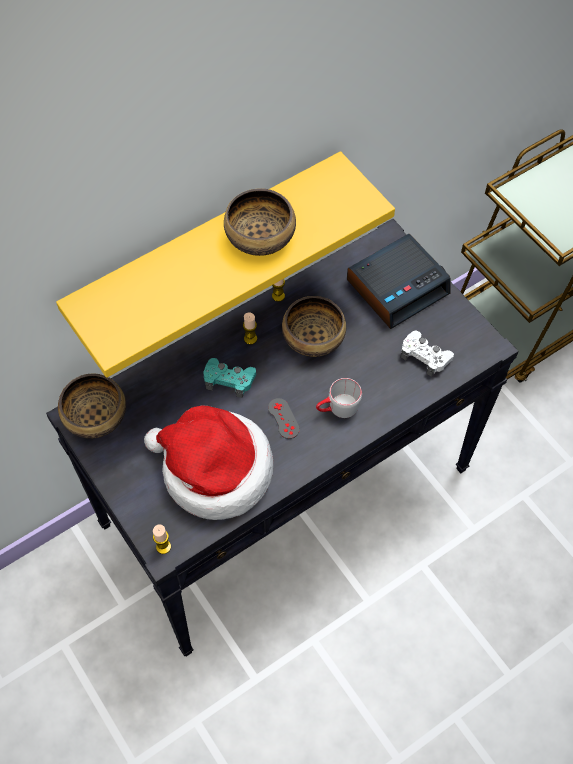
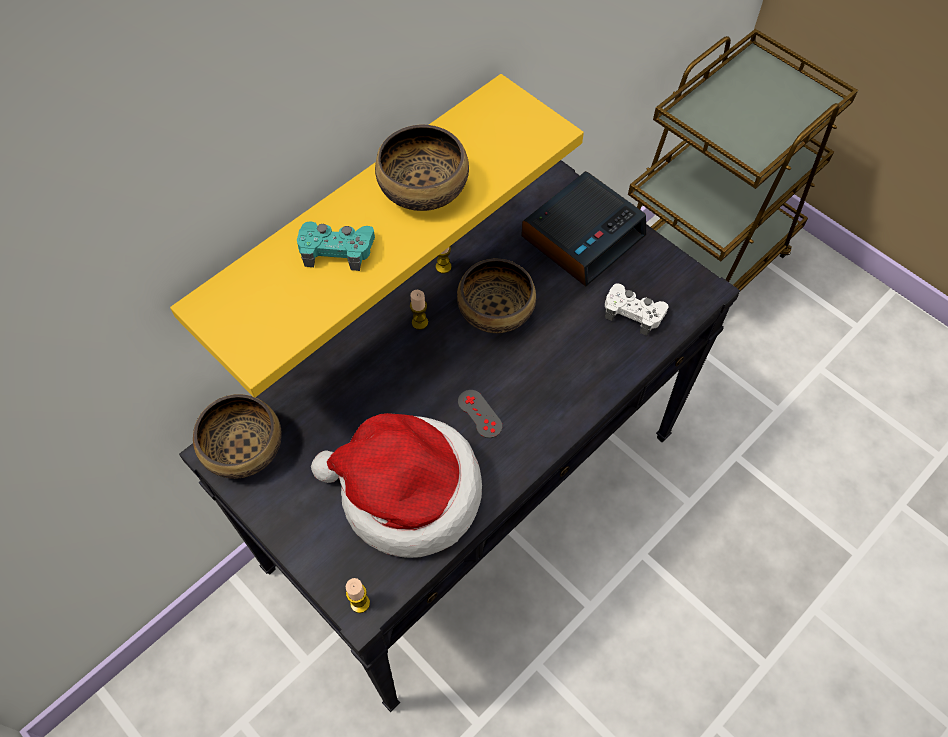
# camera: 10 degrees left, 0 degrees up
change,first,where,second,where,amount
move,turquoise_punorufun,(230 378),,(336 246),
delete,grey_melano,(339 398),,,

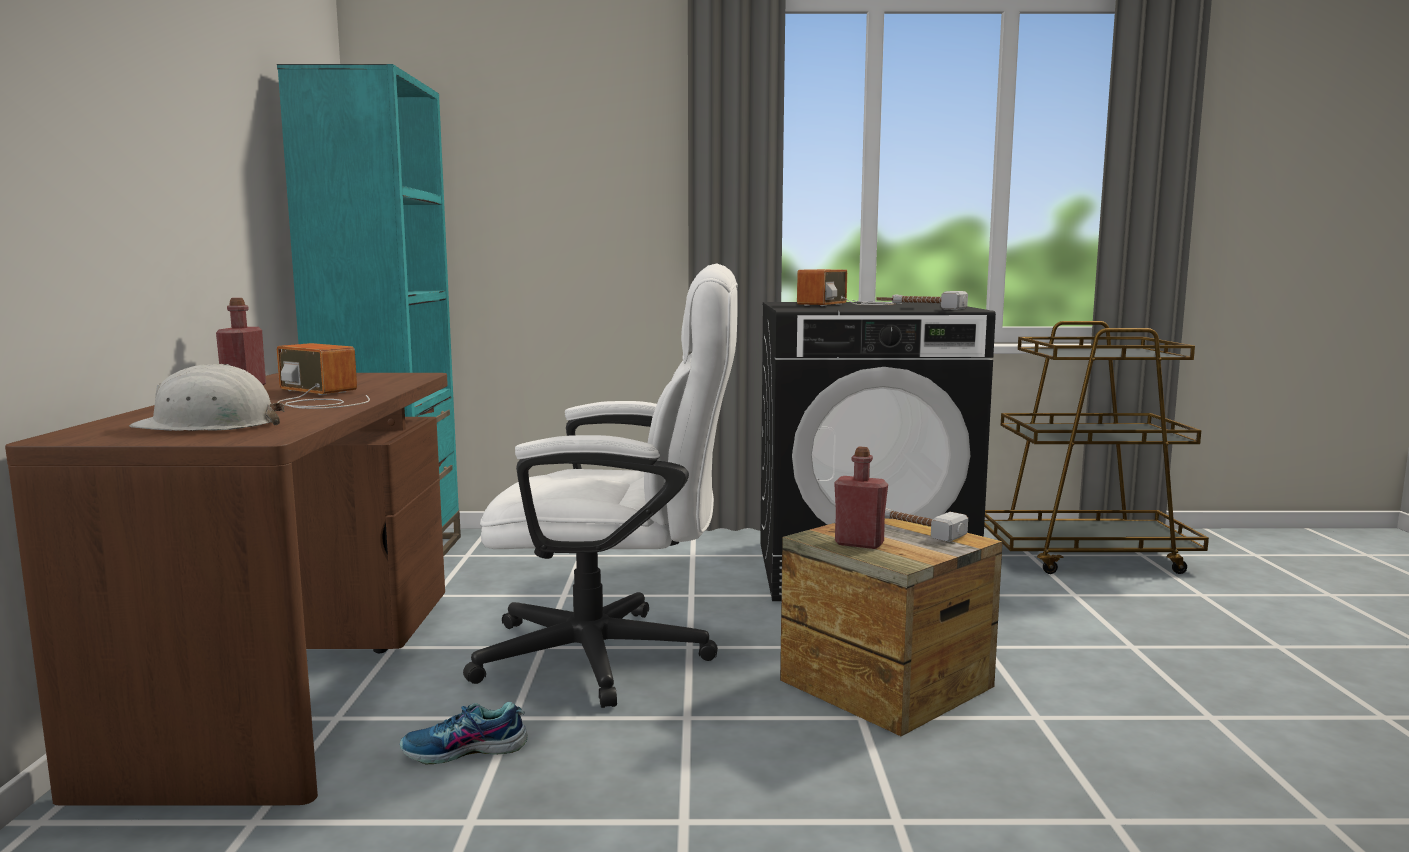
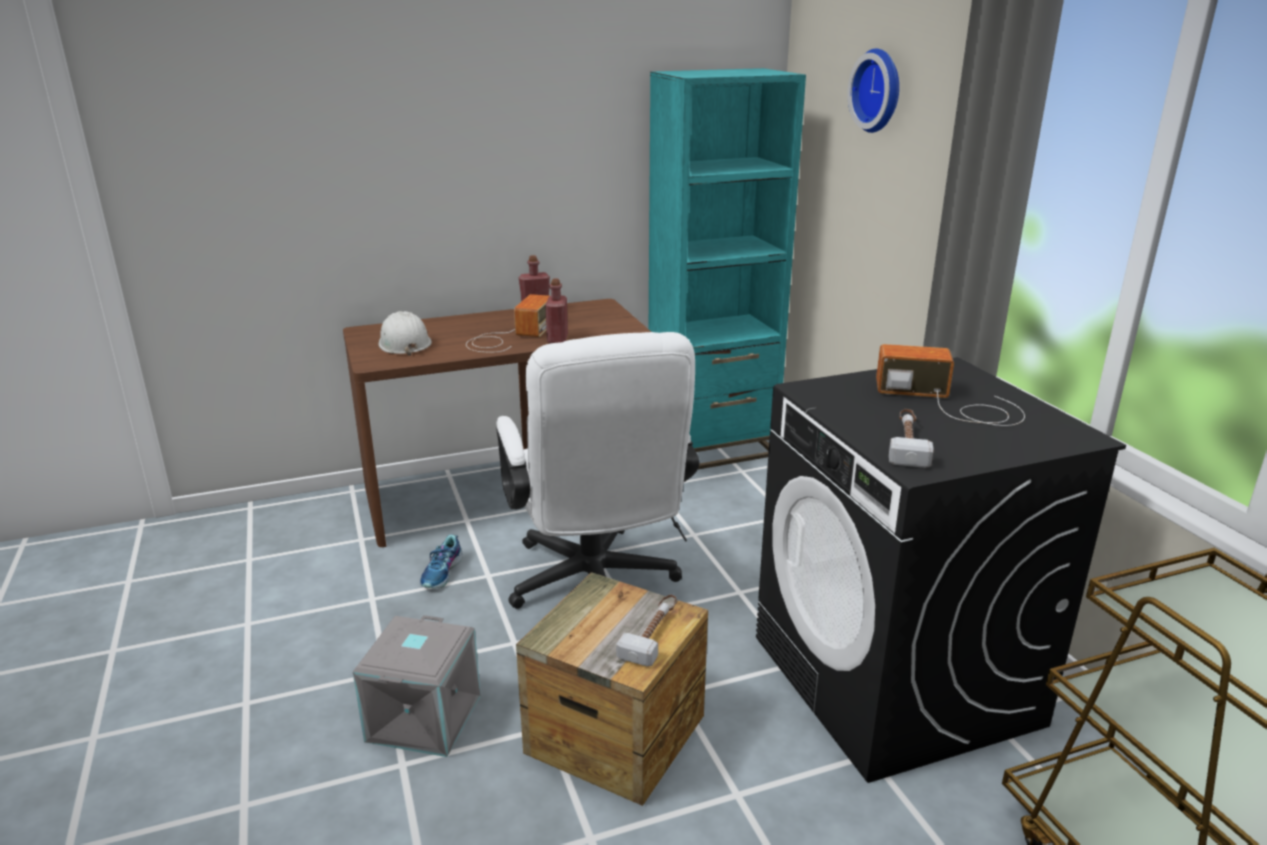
# camera: 70 degrees right, 15 degrees up
change,first,where,second,where,amount
move,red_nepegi,(861 498),,(556 311),
rotate,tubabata,(464 733),,(441 561),135 degrees counterclockwise
insert,,,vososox,(873 90),
insert,,,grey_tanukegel,(417 686),

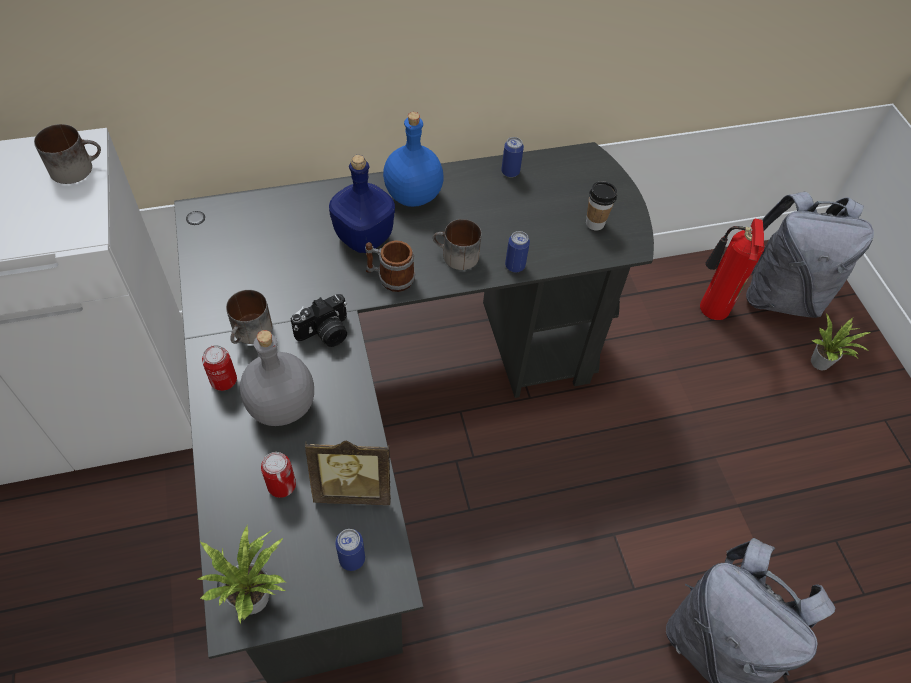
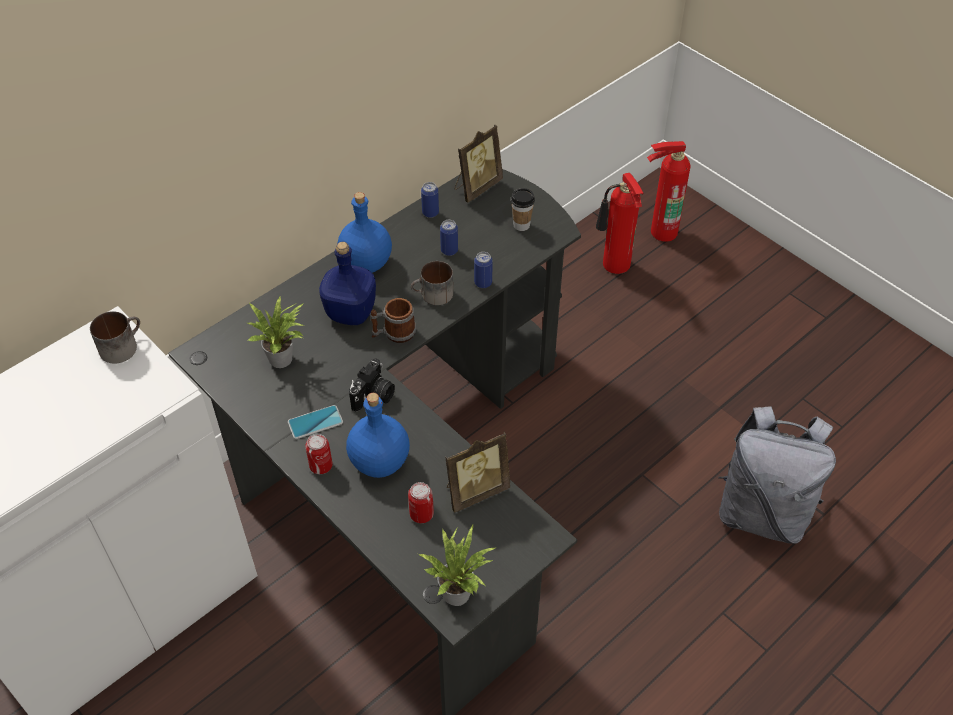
# camera: 25 degrees left, 5 degrees down
change,first,where,second,where,amount
replace,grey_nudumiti,(810 255),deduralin,(668 191),
replace,melano,(249 317),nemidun,(315 422),
move,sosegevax,(841 341),,(275 332),
recolor,grey_nepegi,(277 378),blue_nepegi,(378 435),
move,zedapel,(350 550),,(449 238),
insert,,,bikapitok,(479 163),

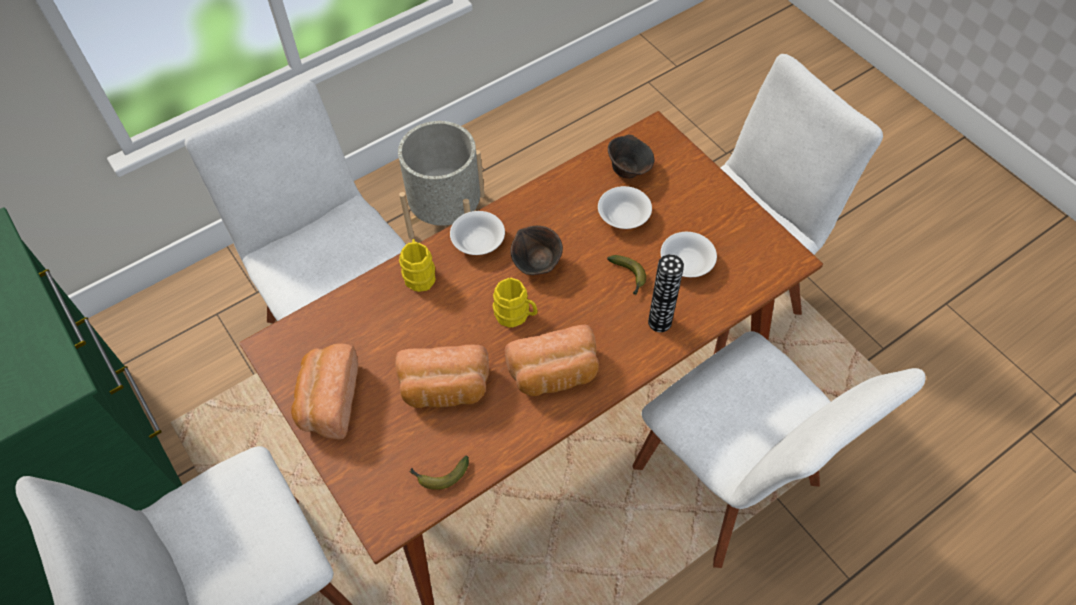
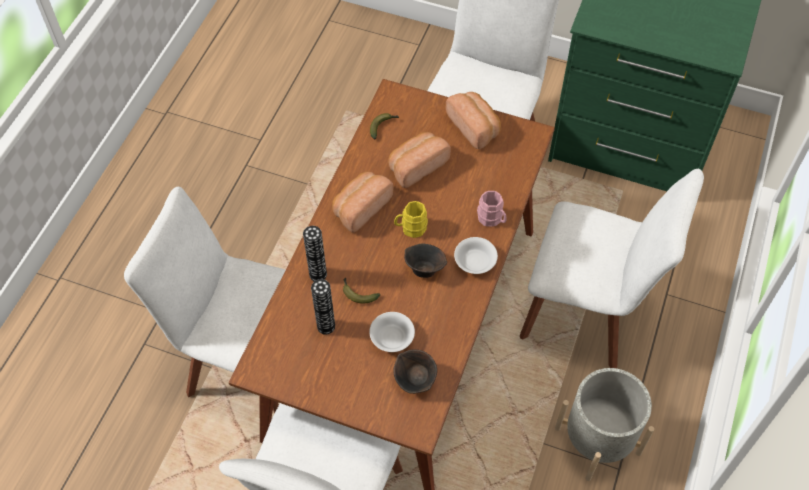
# camera: 145 degrees right, 0 degrees up
change,first,where,second,where,amount
replace,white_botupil,(689 254),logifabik,(323 307),
recolor,yellow_melano,(417 265),pink_melano,(491 209),

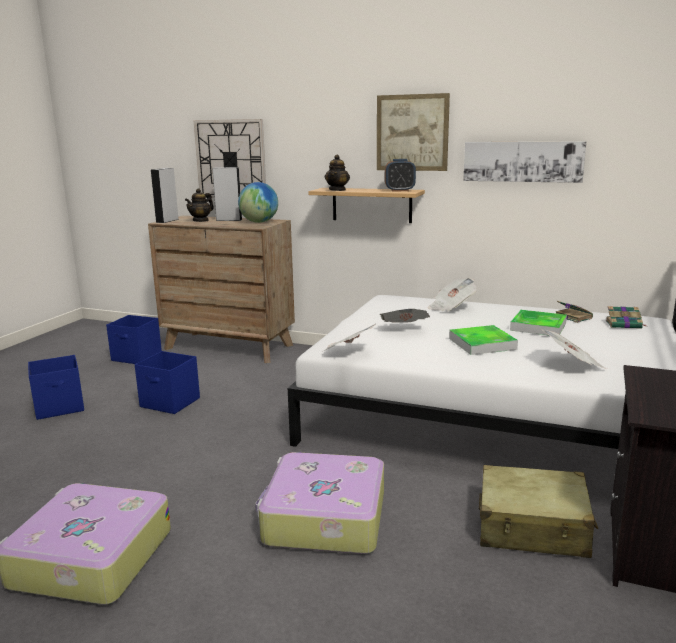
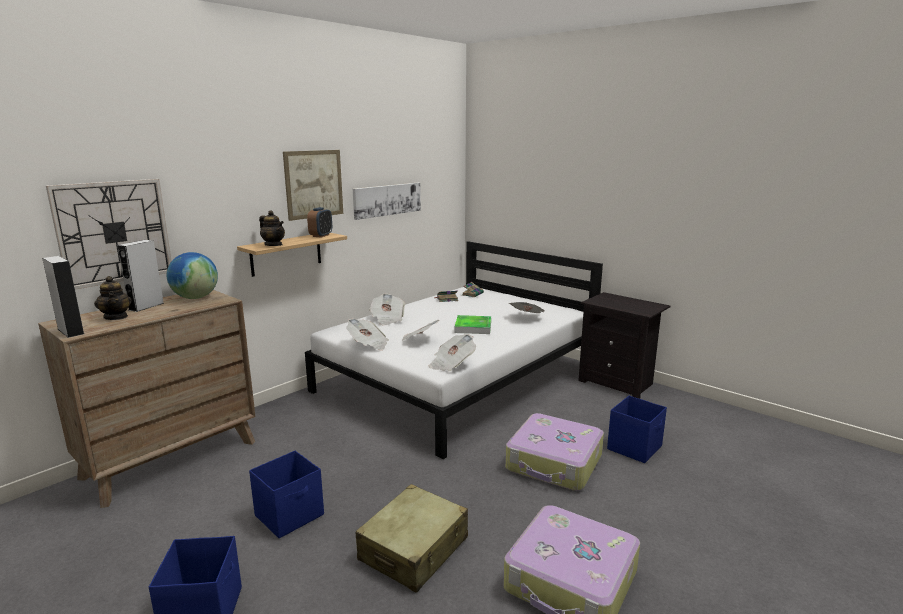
# camera: 70 degrees left, 0 degrees up
change,first,where,second,where,amount
delete,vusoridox,(538 323),,,
move,blue_tanukegel,(134 339),,(637 429),
move,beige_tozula,(538 511),,(412 538),
insert,,,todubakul,(367 334),

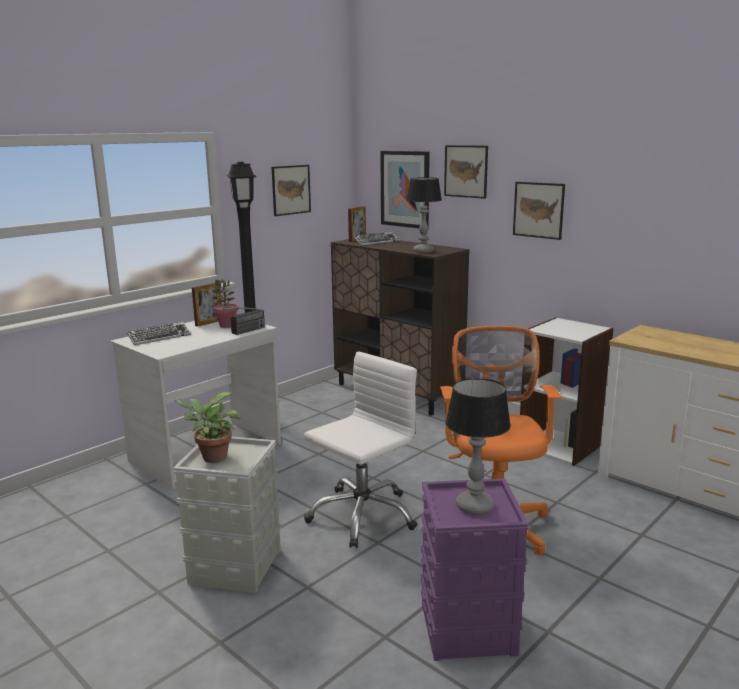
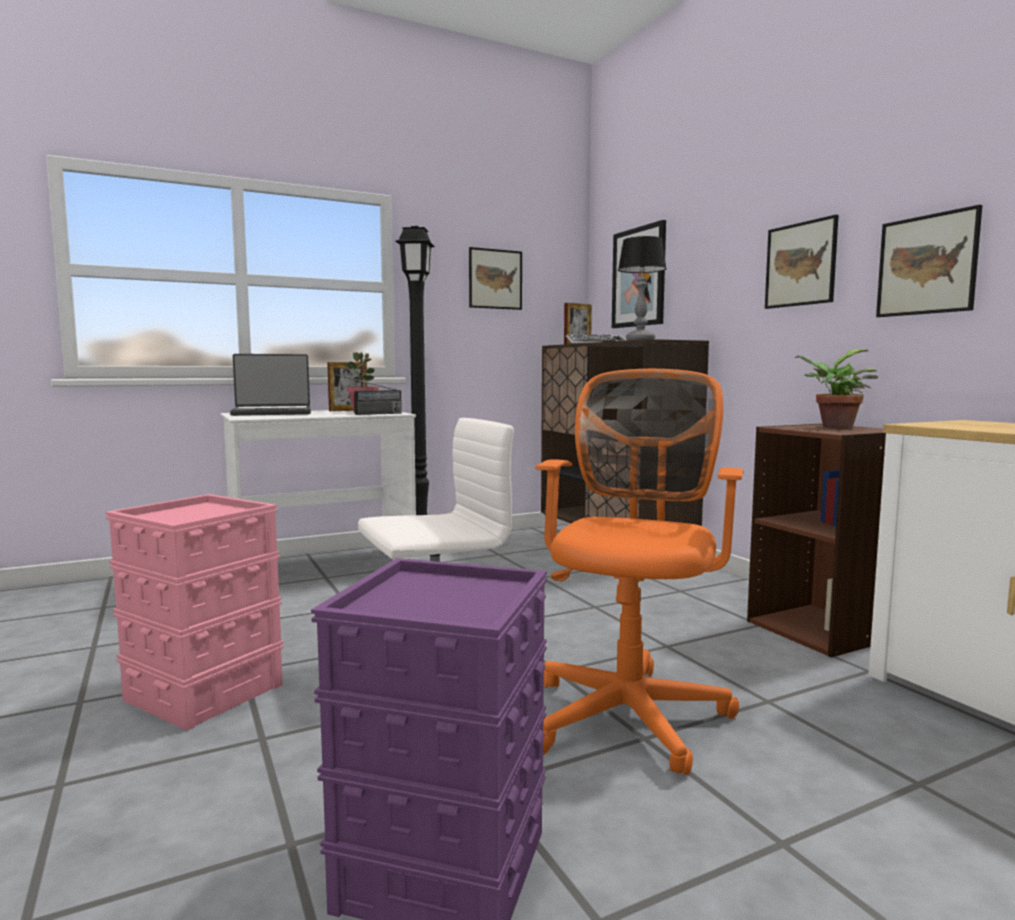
# camera: 20 degrees right, 10 degrees down
change,first,where,second,where,amount
move,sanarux,(466 172),,(929 261),
recolor,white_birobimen,(567 391),brown_birobimen,(816 540),
replace,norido,(159 333),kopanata,(270 385),
delete,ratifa,(478 446),,,
move,sosegevax,(207 427),,(836 388),
recolor,grey_tanukegel,(227 515),pink_tanukegel,(194 612),

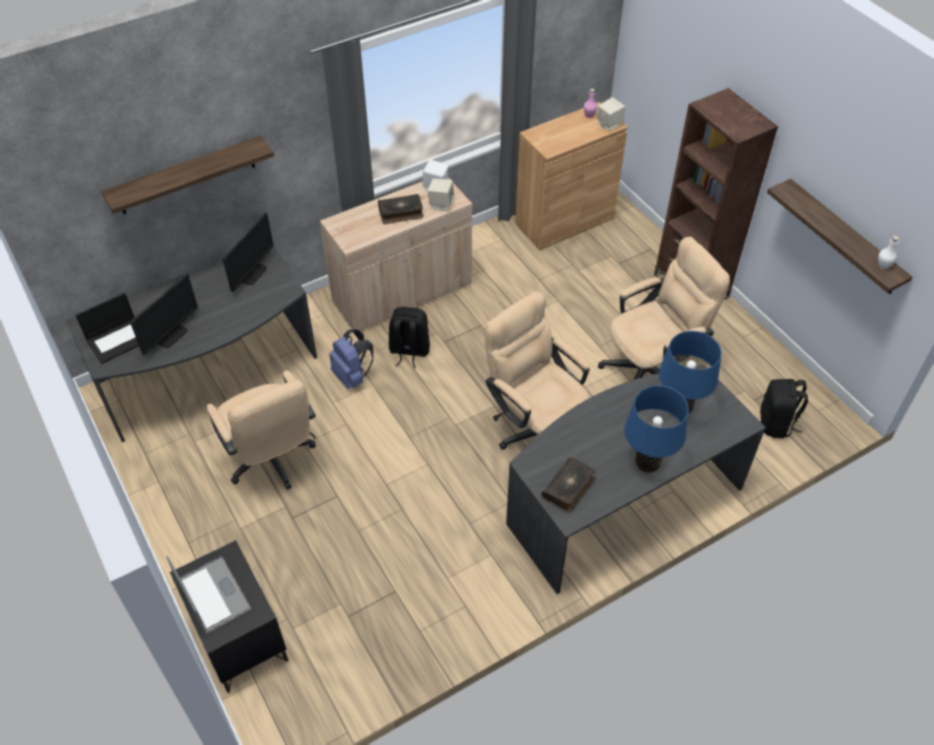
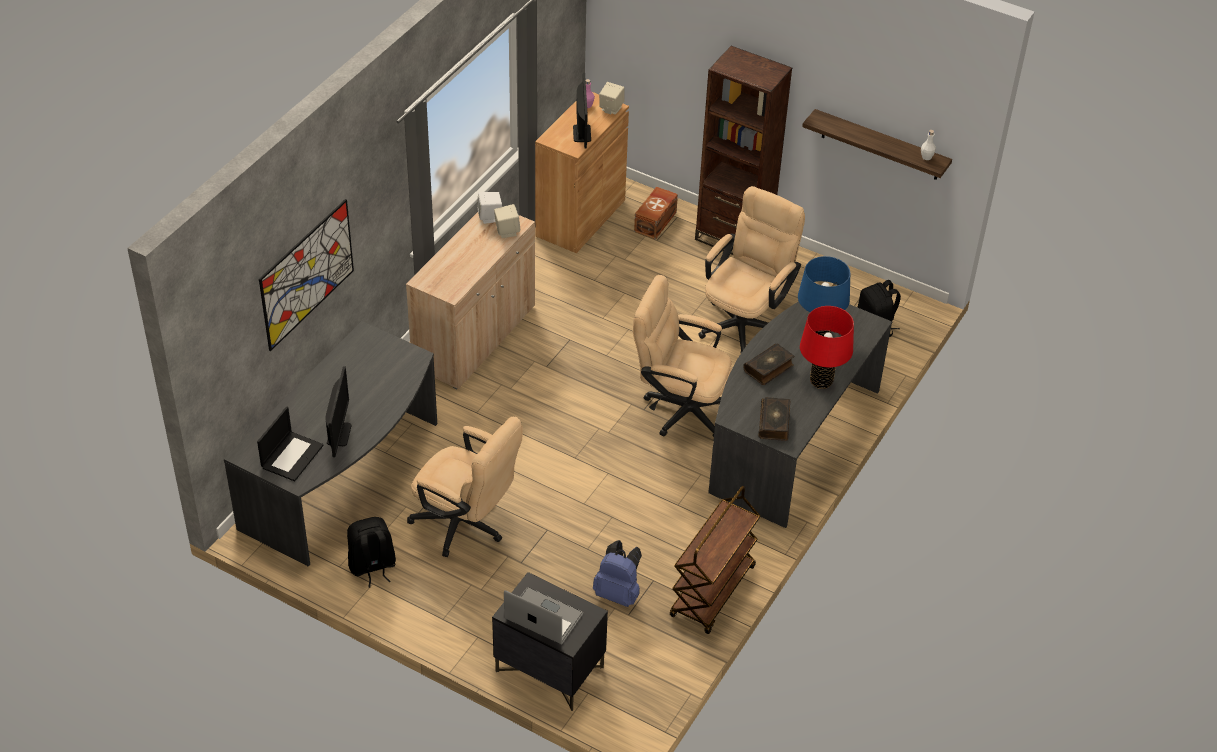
# camera: 30 degrees left, 5 degrees down
change,first,where,second,where,amount
replace,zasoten,(187 175),sanarux,(306 275),
move,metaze,(400 209),,(768 364),
move,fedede,(248 252),,(582 110),
move,black_nudumiti,(409 337),,(371 552),
move,blue_nudumiti,(351 359),,(617 573),
recolor,blue_ratifa,(656 429),red_ratifa,(827 347),
insert,,,brown_tanukegel,(656 213),
insert,,,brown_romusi,(715 560),

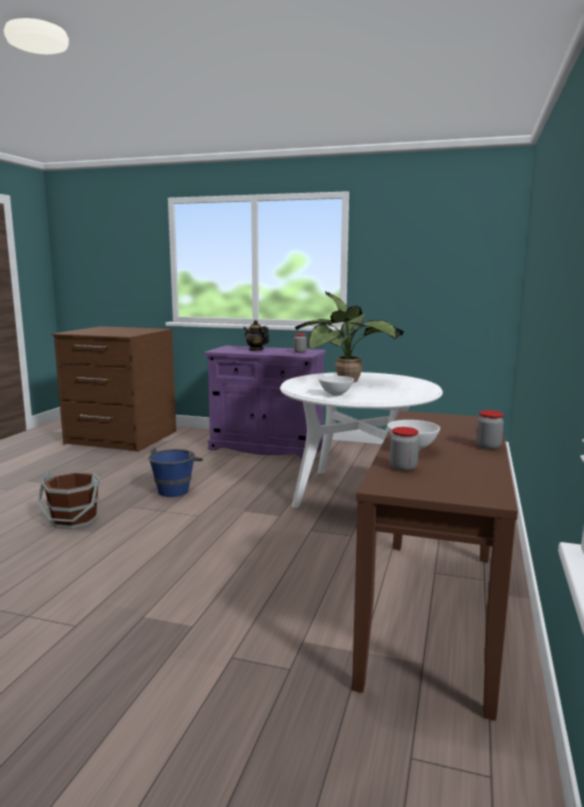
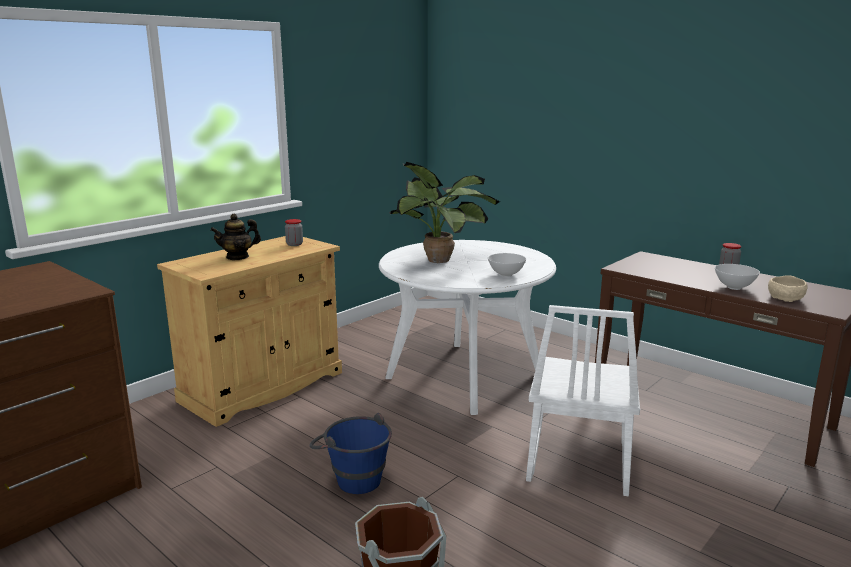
# camera: 65 degrees left, 5 degrees up
change,first,where,second,where,amount
recolor,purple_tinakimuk,(265 401),beige_tinakimuk,(249 331),
replace,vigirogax,(404 449),beige_botupil,(787 288),
insert,,,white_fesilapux,(583 400),

